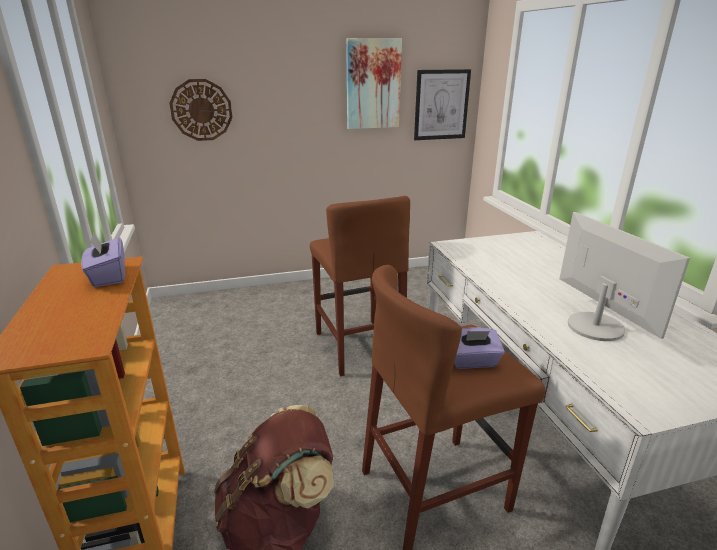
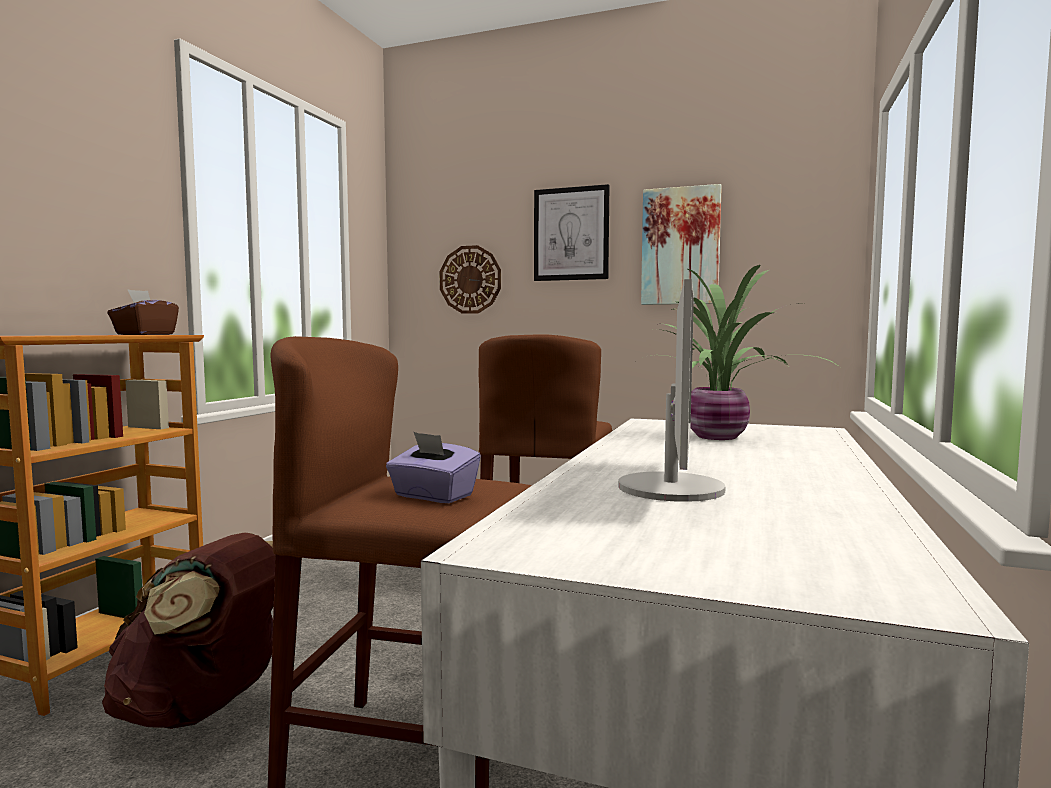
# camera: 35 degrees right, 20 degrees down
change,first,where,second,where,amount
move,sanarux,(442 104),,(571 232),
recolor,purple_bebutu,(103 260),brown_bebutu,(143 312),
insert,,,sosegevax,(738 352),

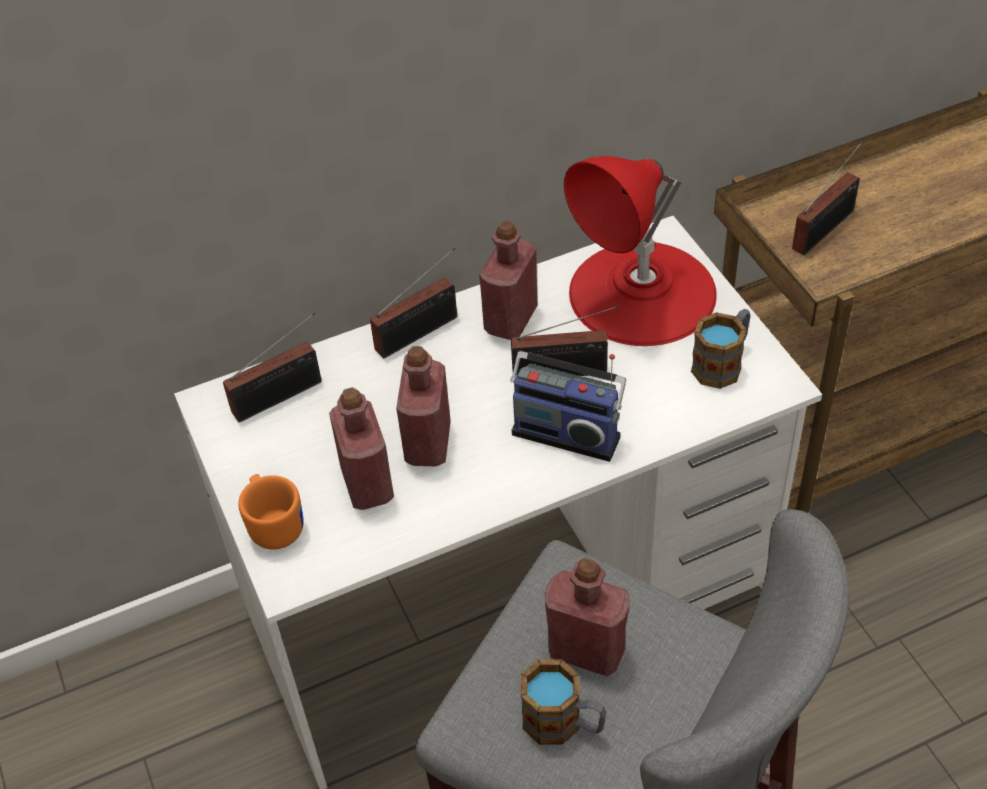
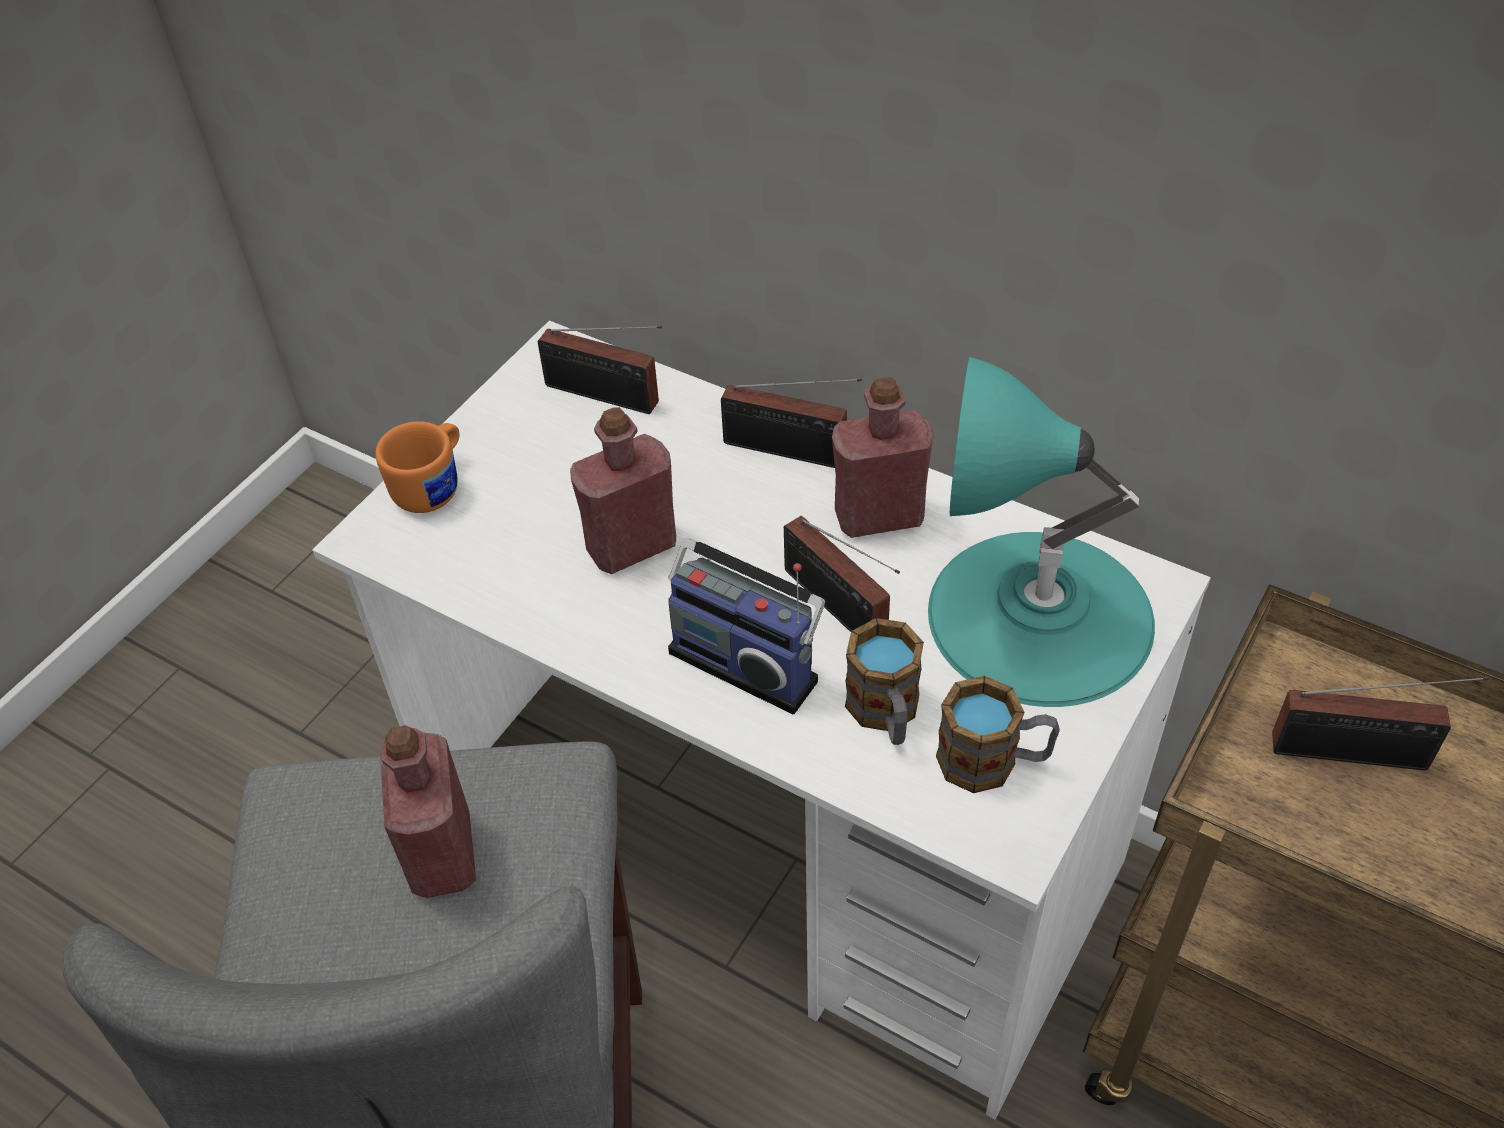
# camera: 55 degrees right, 0 degrees up
change,first,where,second,where,amount
recolor,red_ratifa,(640 251),turquoise_ratifa,(1041 532),
rotate,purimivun,(568 406),,(746 626),45 degrees counterclockwise
delete,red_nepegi,(361 448),,,
move,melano,(563 702),,(884 681),

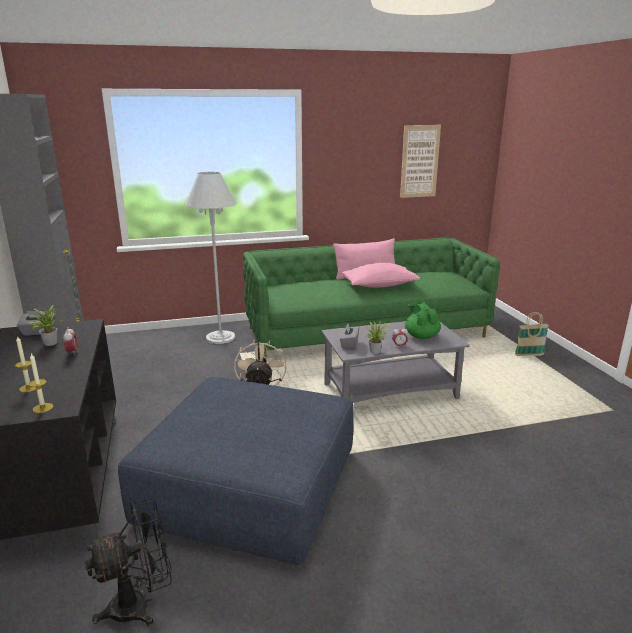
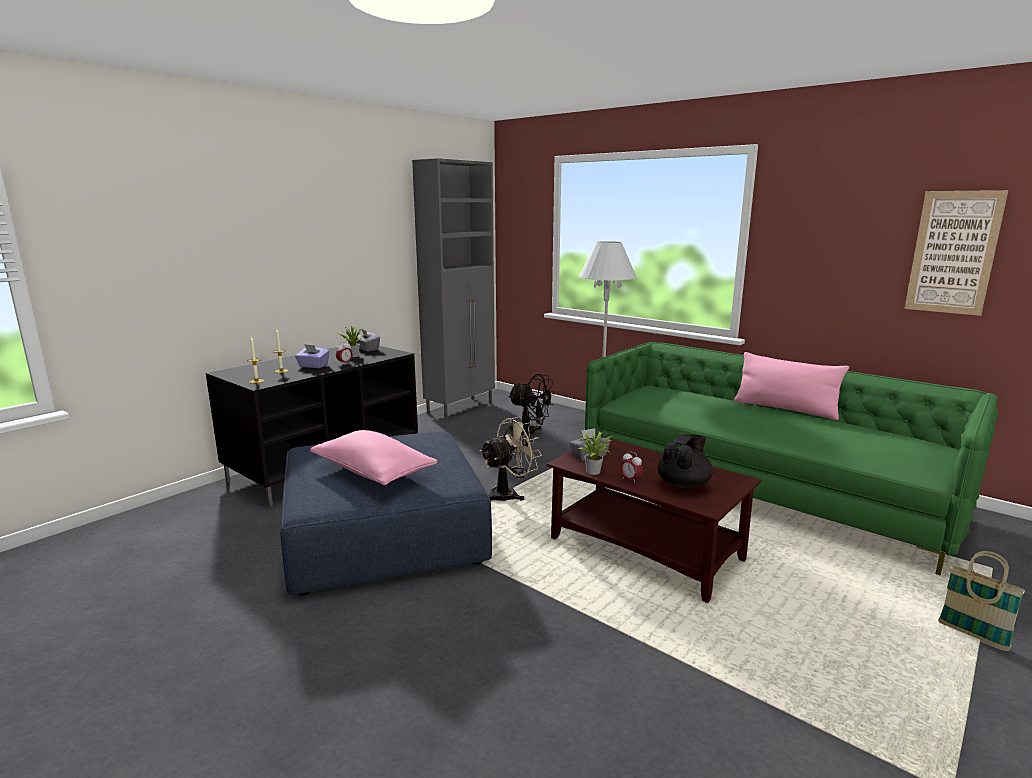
# camera: 55 degrees right, 5 degrees down
change,first,where,second,where,amount
move,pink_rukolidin,(380 275),,(374 457),
recolor,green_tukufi,(423 320),black_tukufi,(685 461),
recolor,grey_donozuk,(395 362),brown_donozuk,(654 519),
move,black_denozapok,(128 562),,(531 406),
insert,,,purple_bebutu,(312 356),

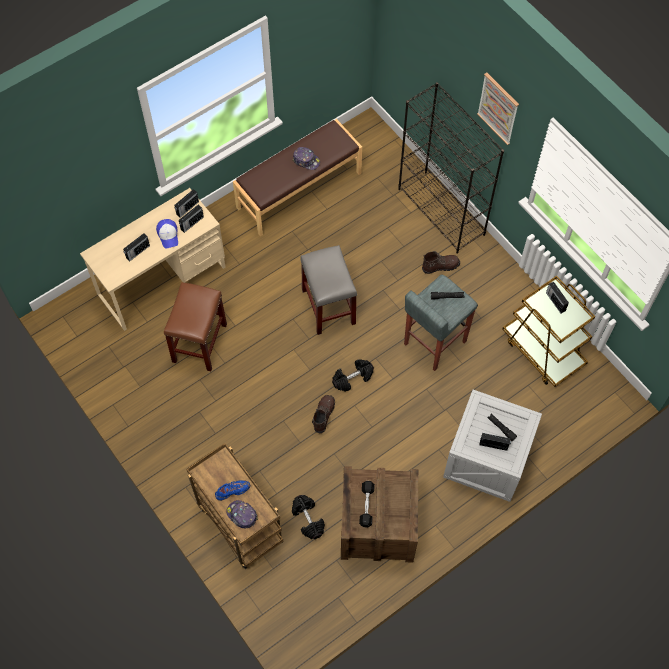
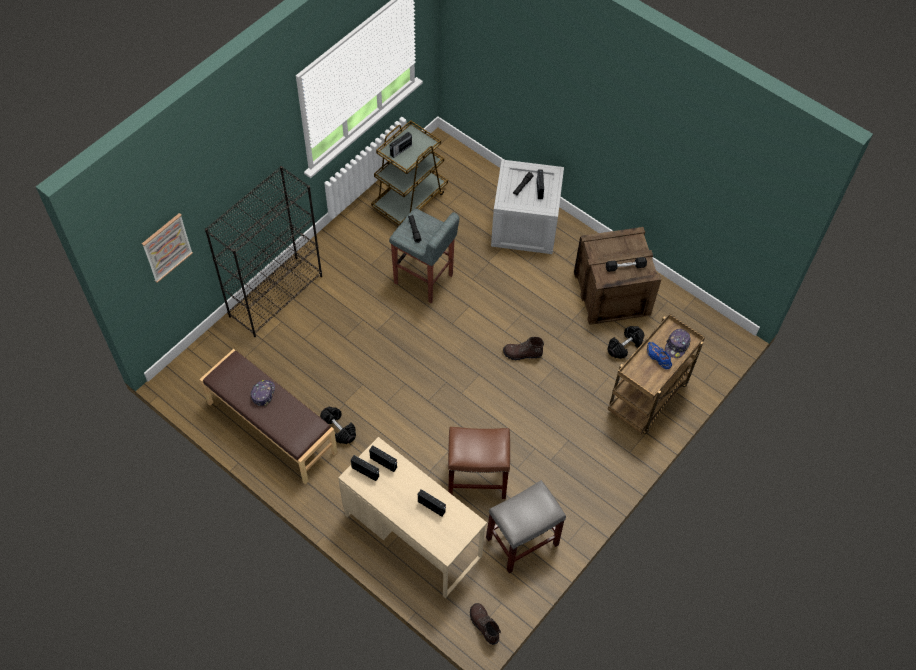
# camera: 105 degrees left, 5 degrees down
change,first,where,second,where,amount
move,sanarux,(498 108),,(167 248),
delete,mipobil,(167 234),,,
move,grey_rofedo,(328 290),,(526 527),
move,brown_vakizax,(441 262),,(485 624),
move,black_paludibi,(353 375),,(338 425),

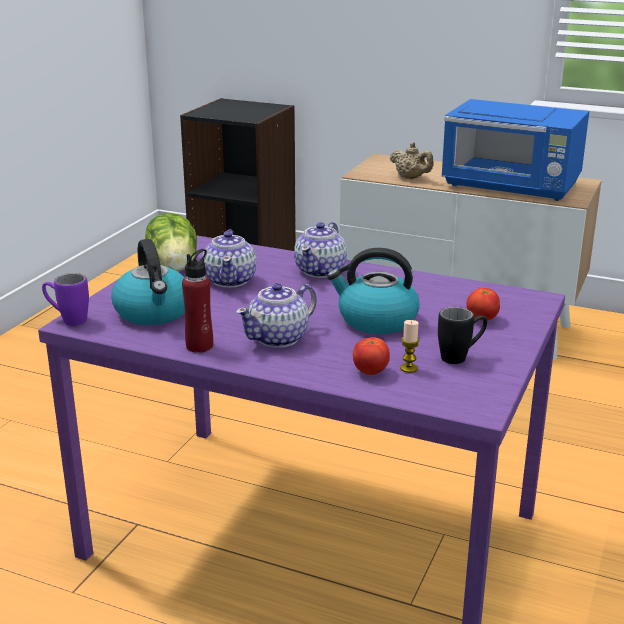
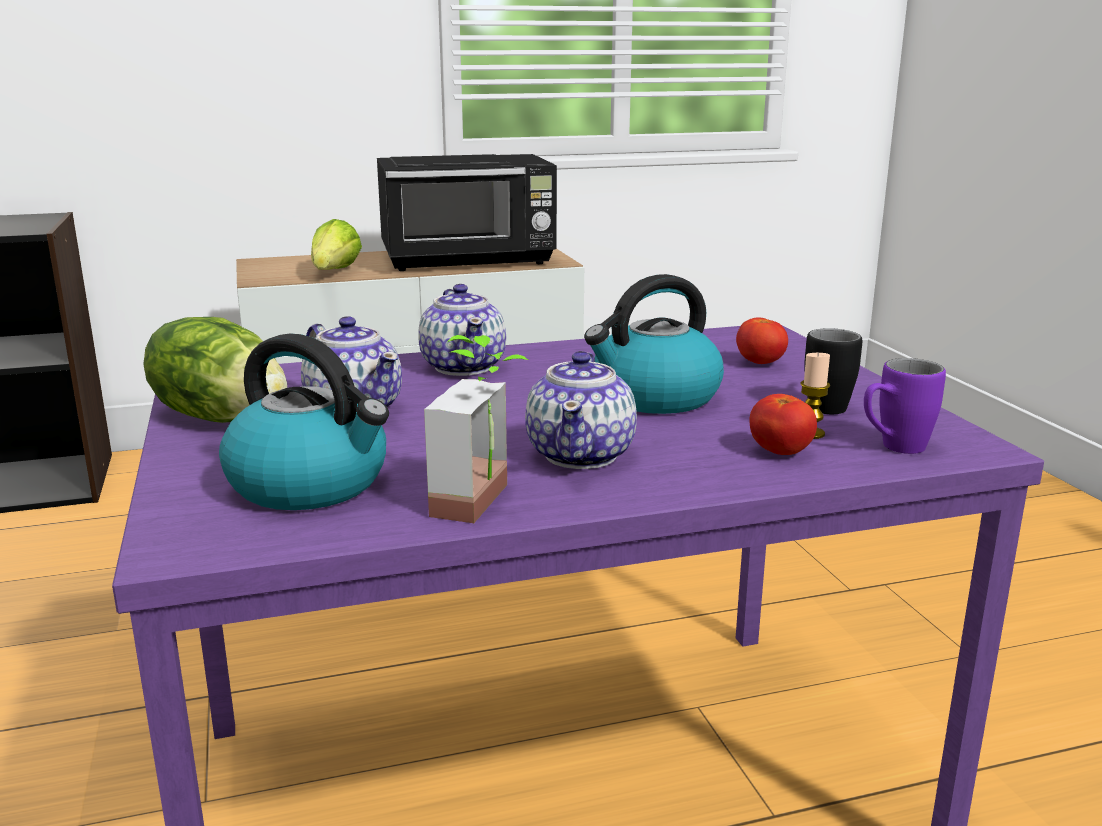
# camera: 40 degrees left, 5 degrees down
change,first,where,second,where,amount
recolor,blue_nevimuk,(515 150),black_nevimuk,(467 212),
replace,beige_tukufi,(412 160),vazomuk,(336 244),
replace,red_nepegi,(197 301),sosegevax,(476 429),
move,purple_melano,(65 299),,(905 406),

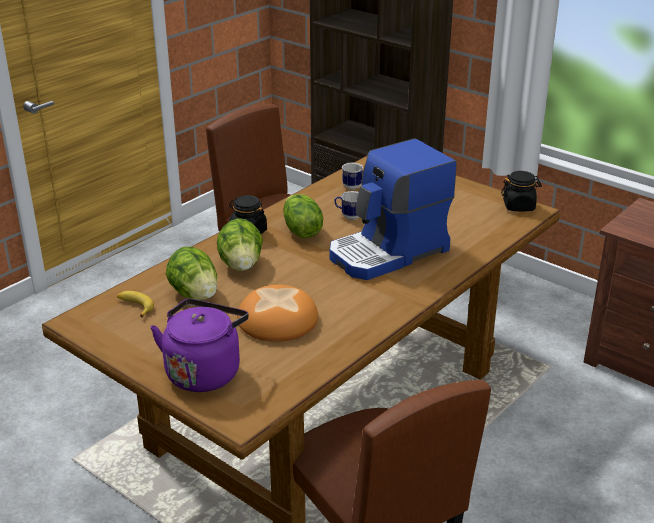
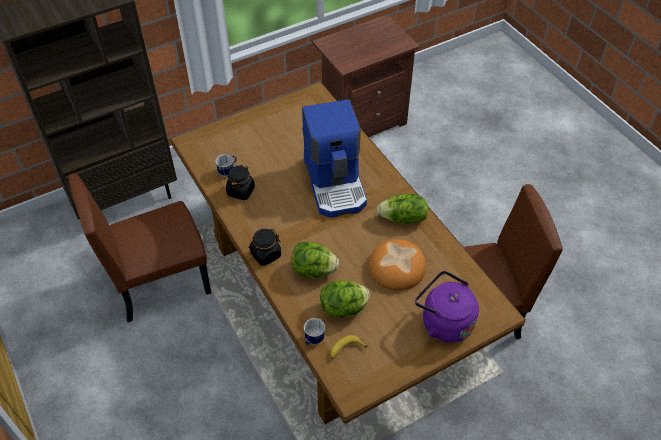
# camera: 70 degrees left, 20 degrees up
change,first,where,second,where,amount
move,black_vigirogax,(521 191),,(240 182),
move,melano,(346 205),,(314 331),
move,vazomuk,(303 216),,(402 209),

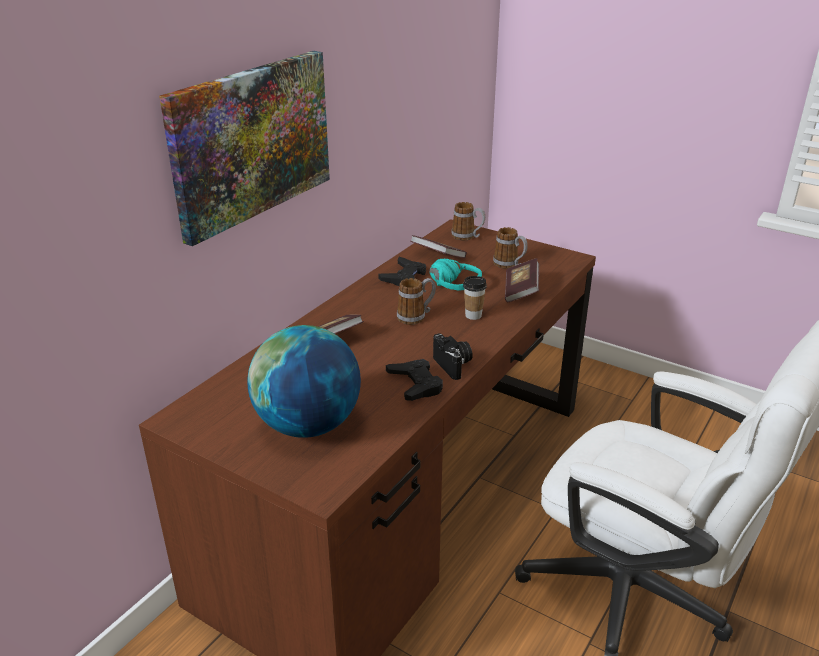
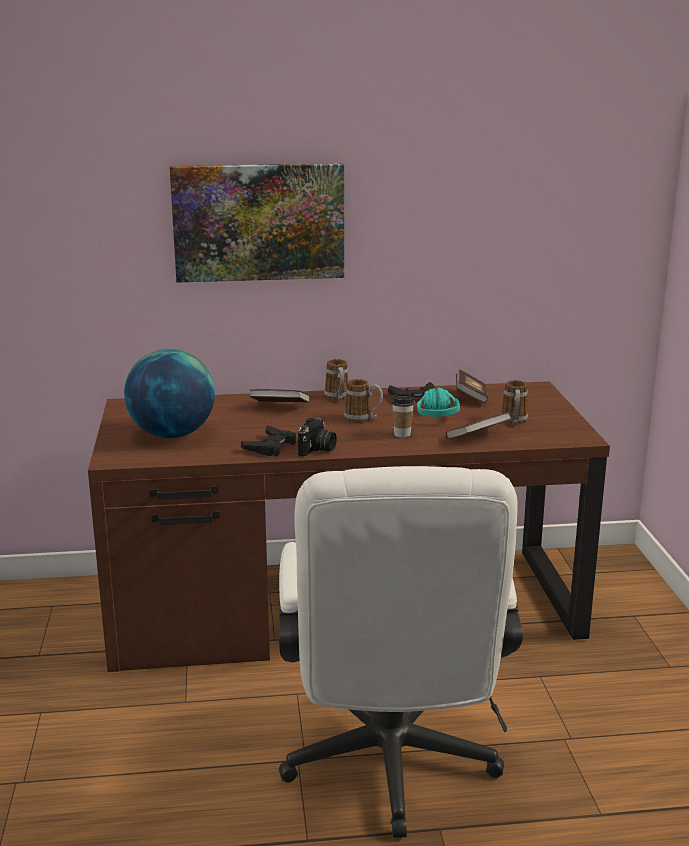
# camera: 50 degrees right, 10 degrees down
change,first,where,second,where,amount
move,melano,(468 221),,(336 379),

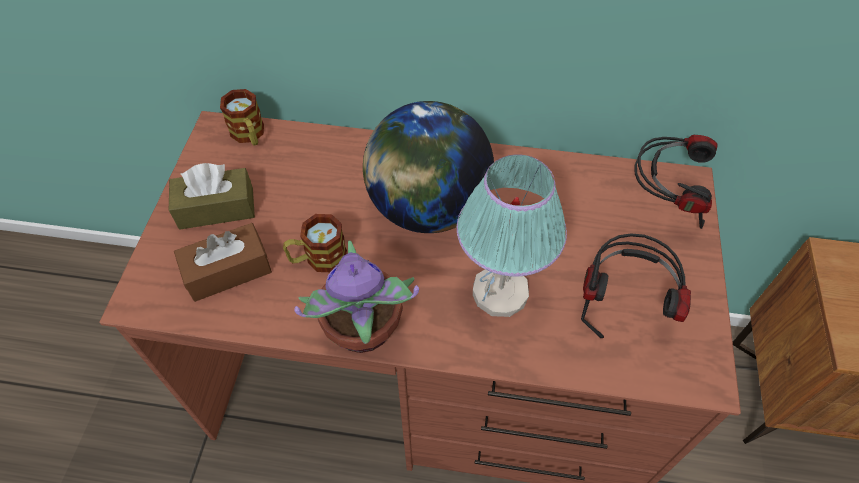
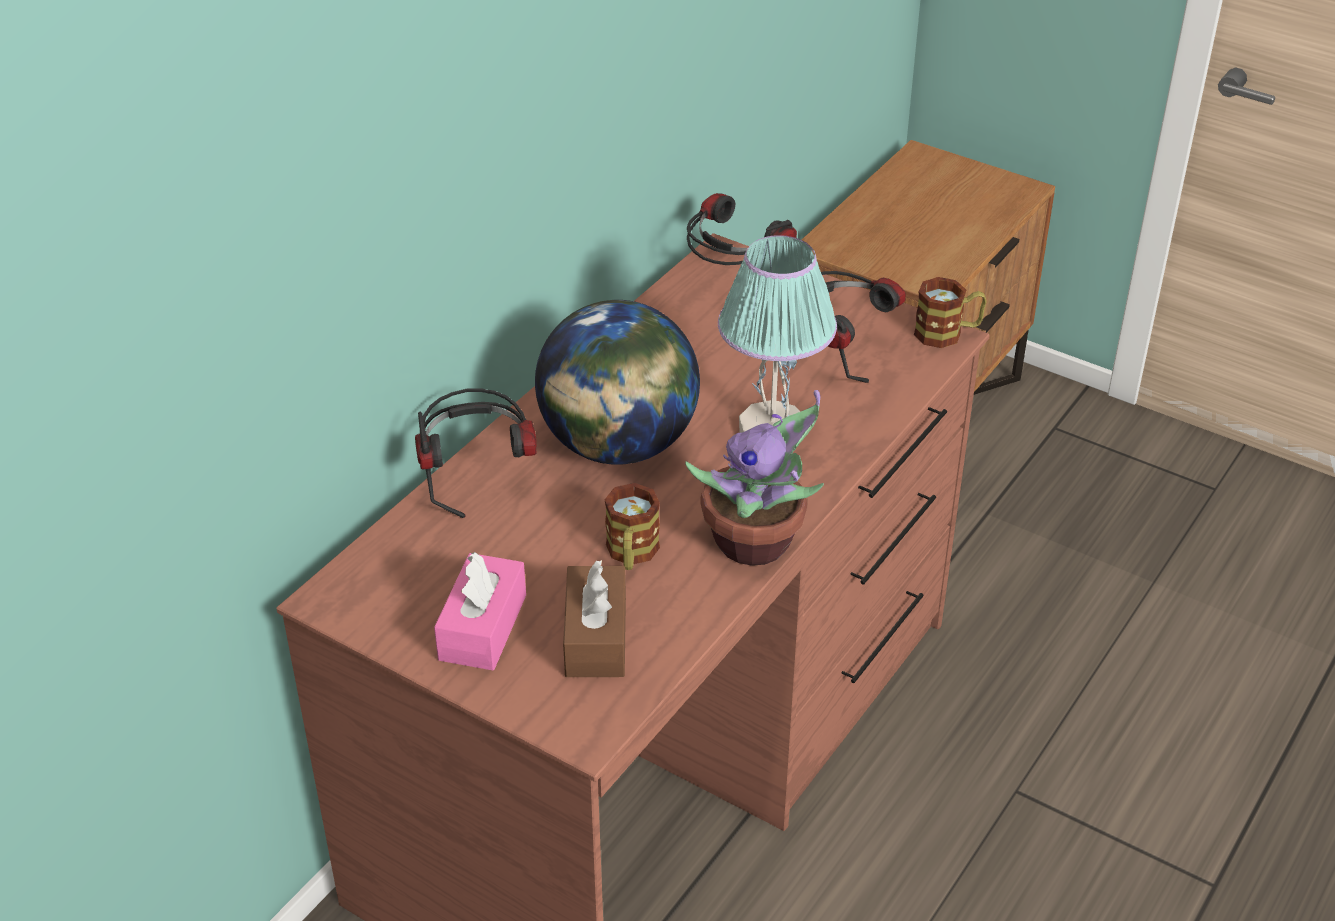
# camera: 65 degrees left, 15 degrees down
change,first,where,second,where,amount
move,melano,(242 117),,(950 312),
recolor,brown_bebutu,(212 196),pink_bebutu,(480 611),
insert,,,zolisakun,(475 453),

